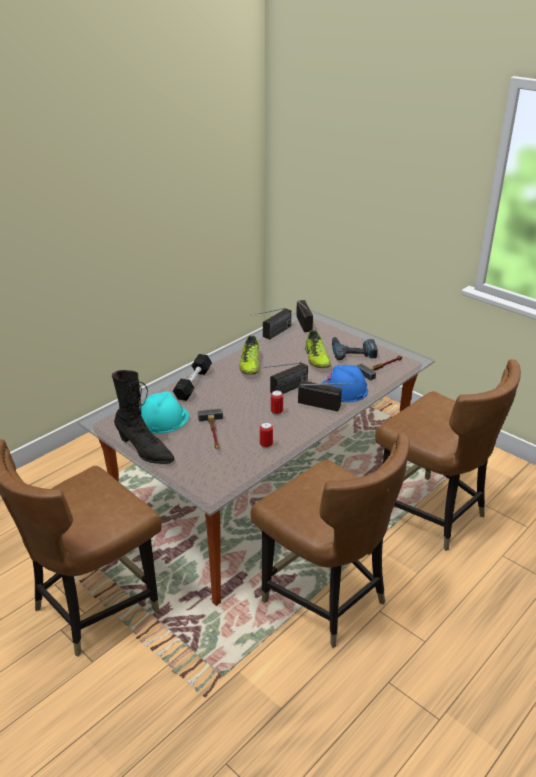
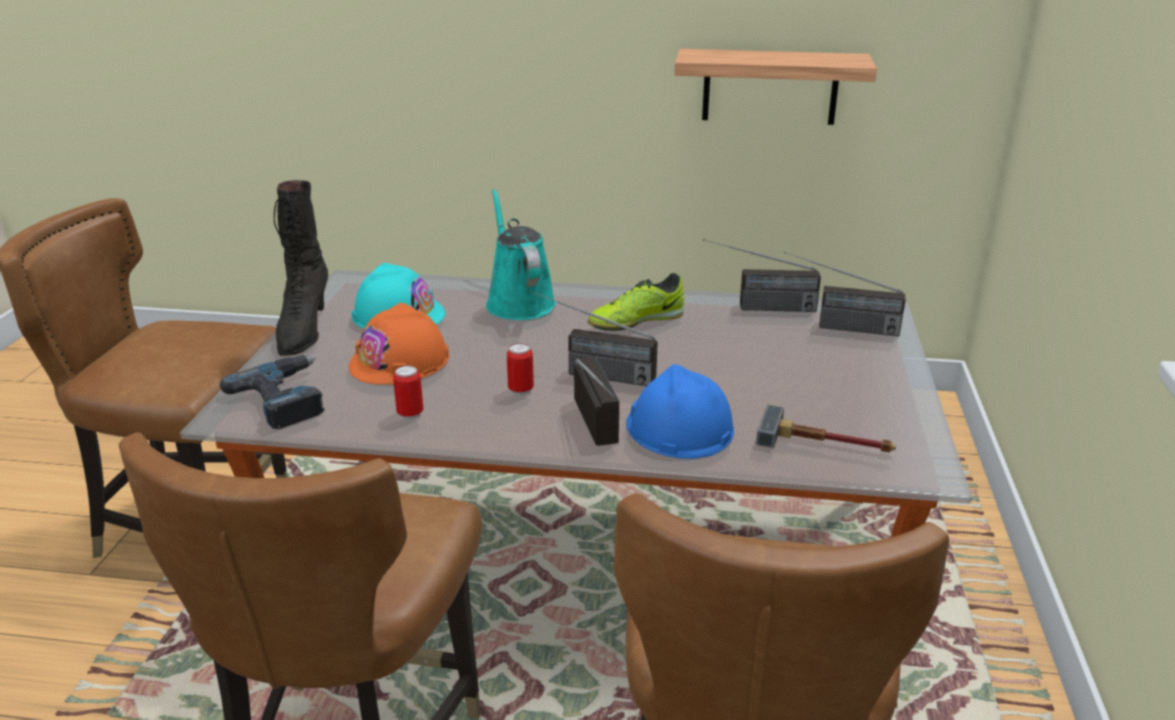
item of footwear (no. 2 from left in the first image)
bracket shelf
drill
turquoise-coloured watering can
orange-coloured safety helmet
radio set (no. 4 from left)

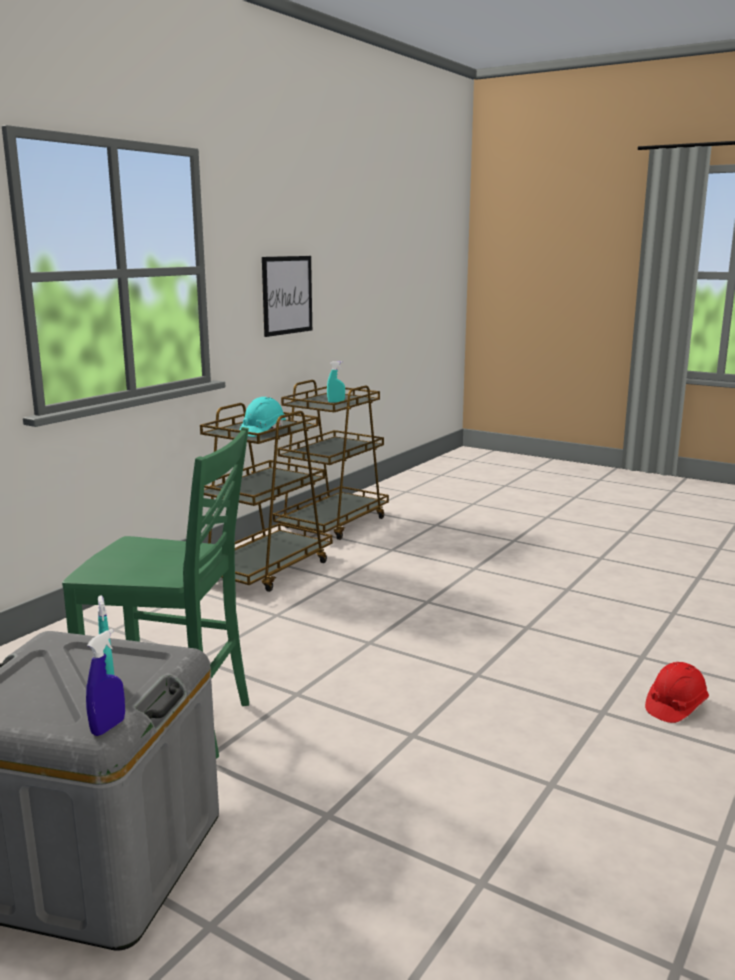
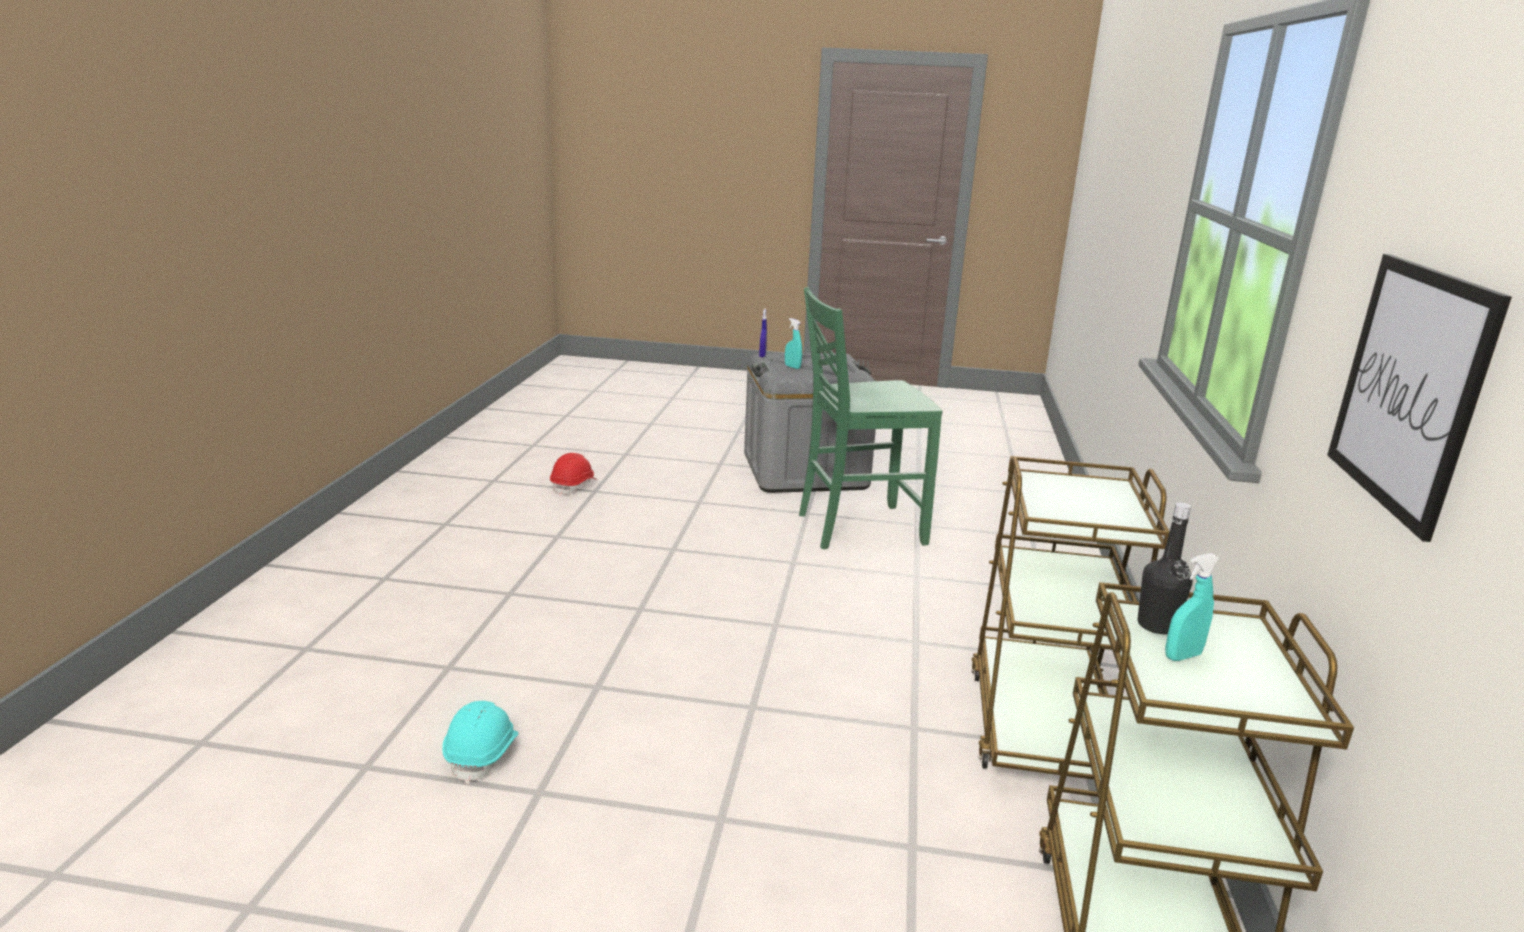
blackish bottle
turquoise-coloured safety helmet
red-coloured safety helmet

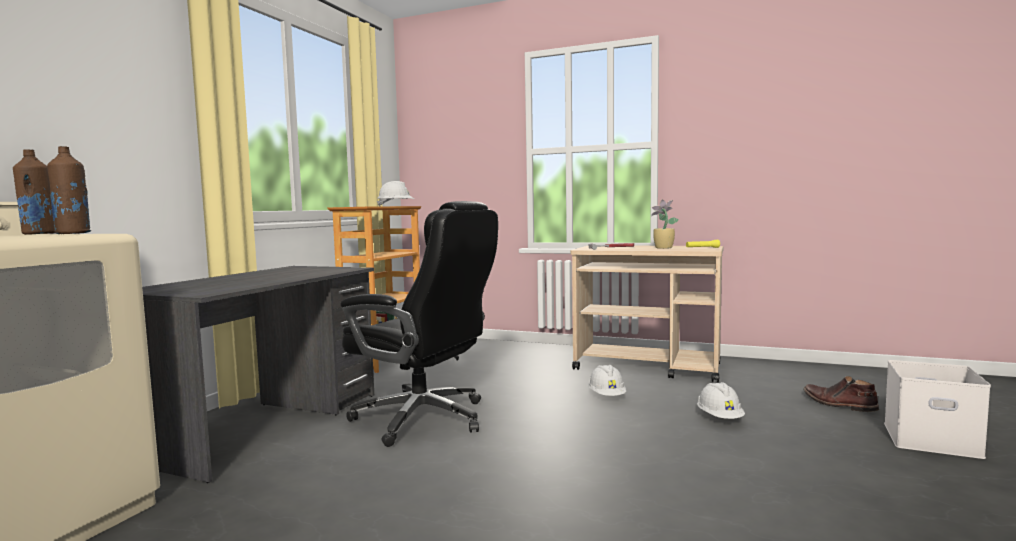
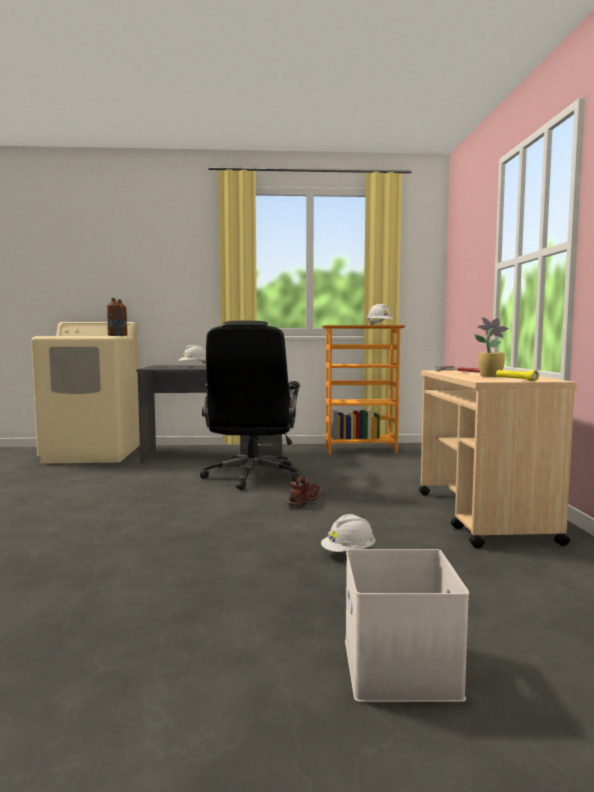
white-coloured safety helmet (no. 1 from left)
brown-coloured boot

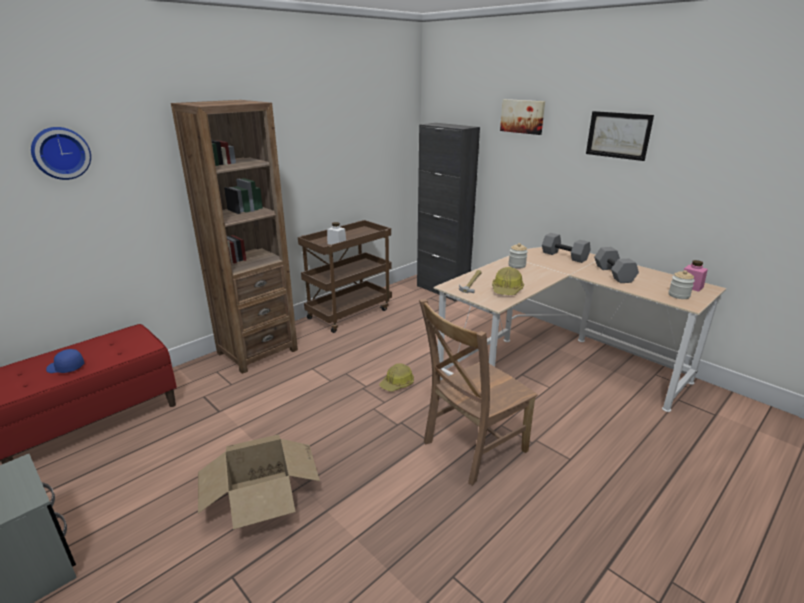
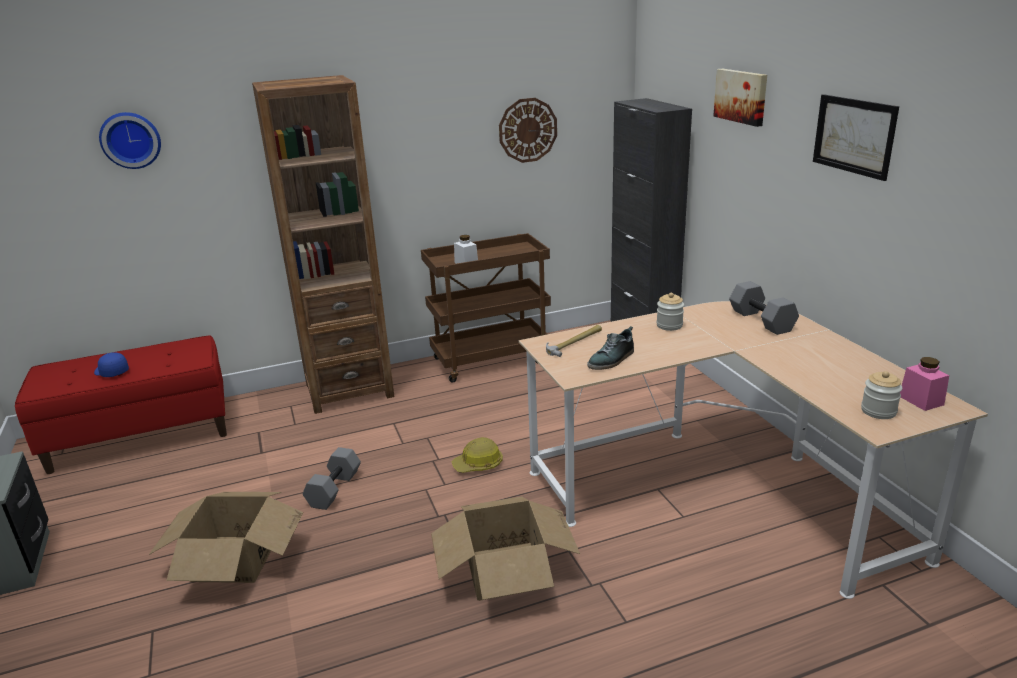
wall clock (no. 2 from left)
grey free weight (no. 1 from left)
packing box (no. 2 from left)
item of footwear

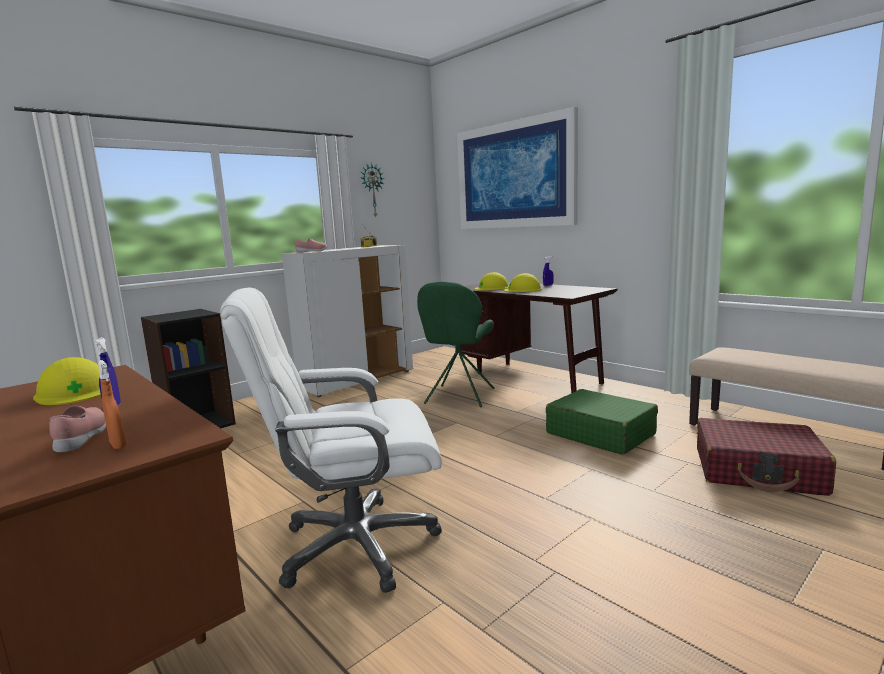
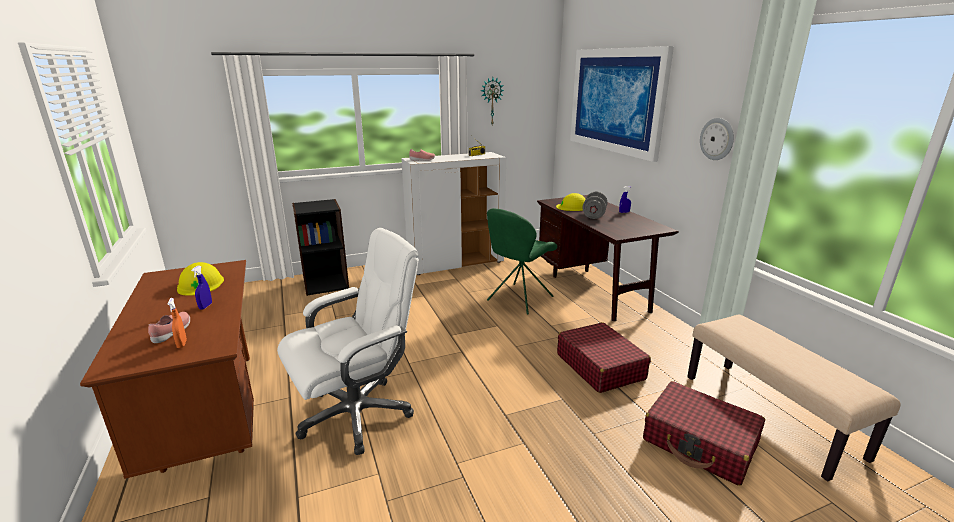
wall clock (no. 2 from left)
grey free weight
red-coloured travel case (no. 1 from left)
white-coloured office chair

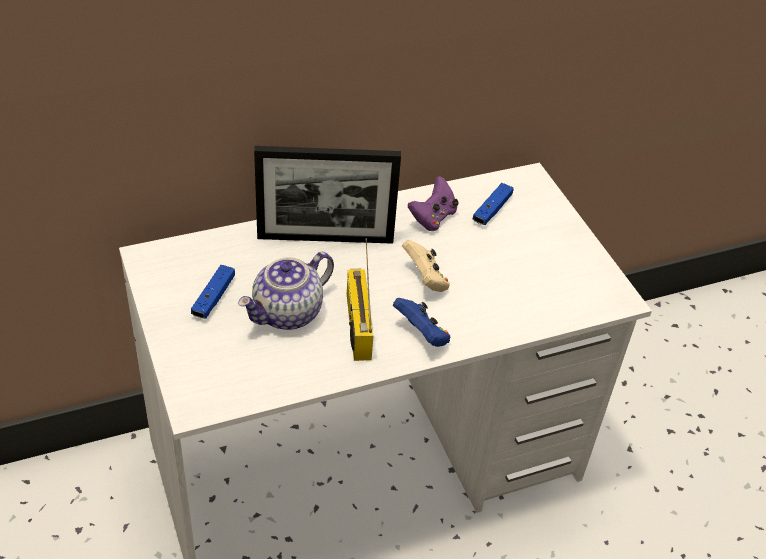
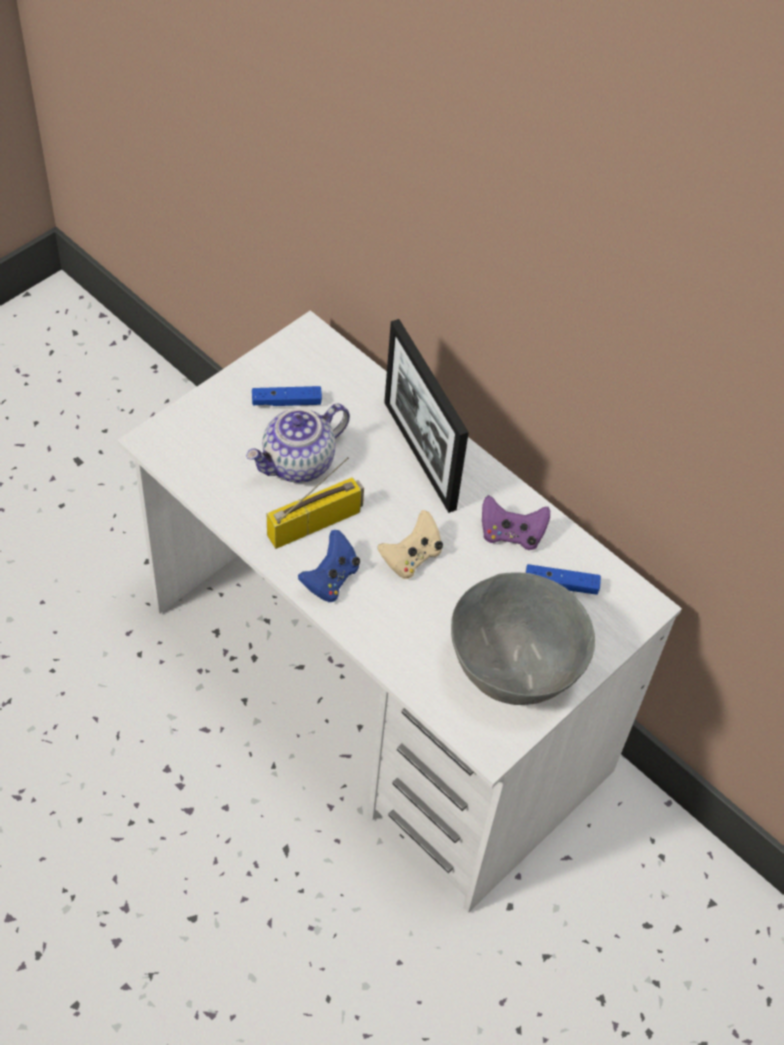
grey serving bowl
tea pot

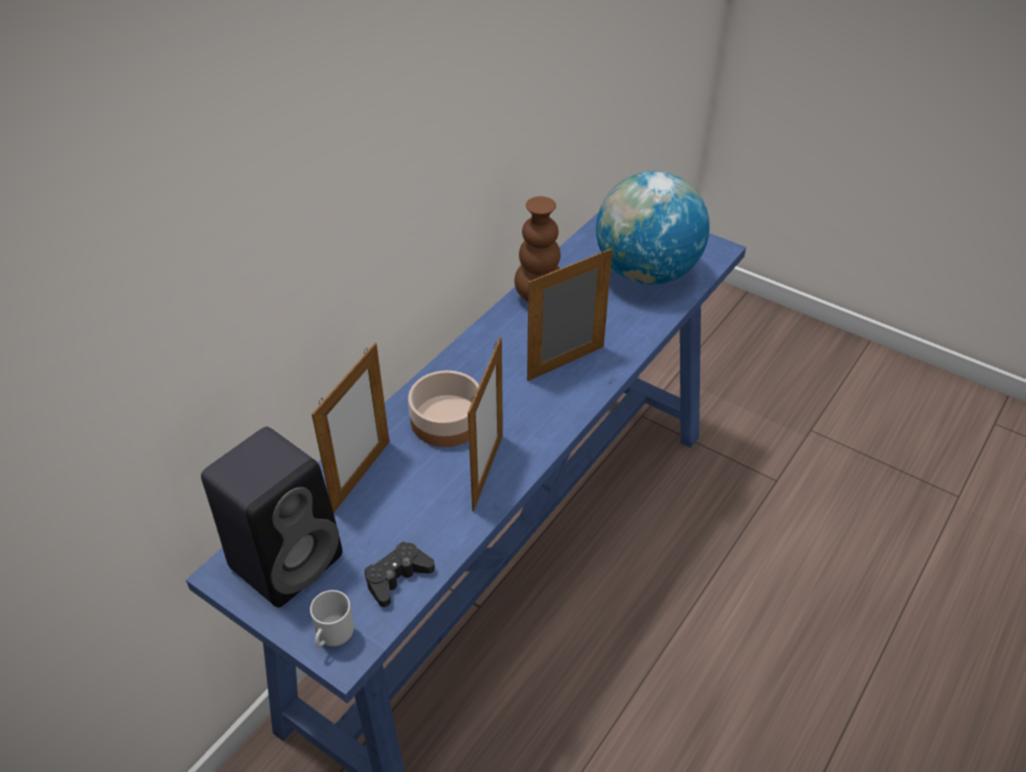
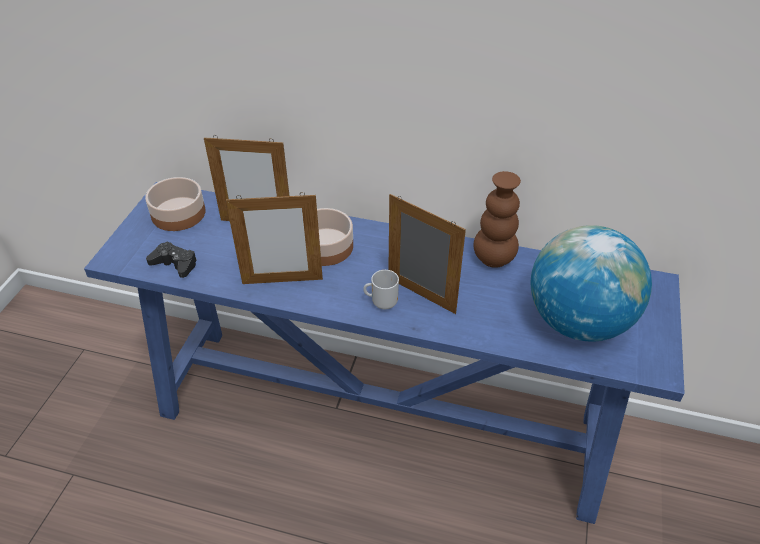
coffee mug
serving bowl (no. 1 from left)

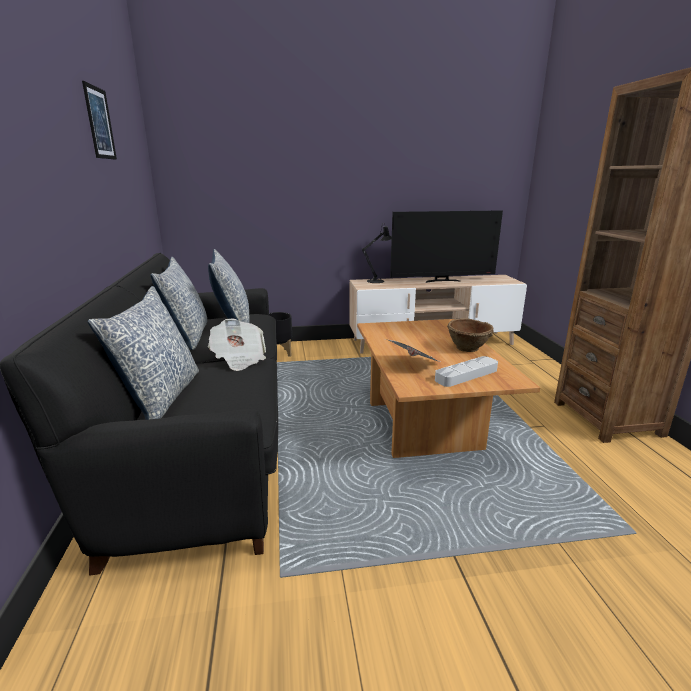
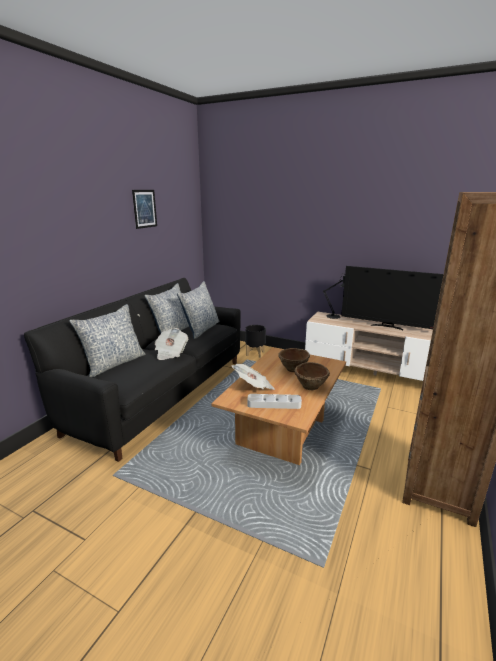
brown-coloured serving bowl (no. 1 from left)

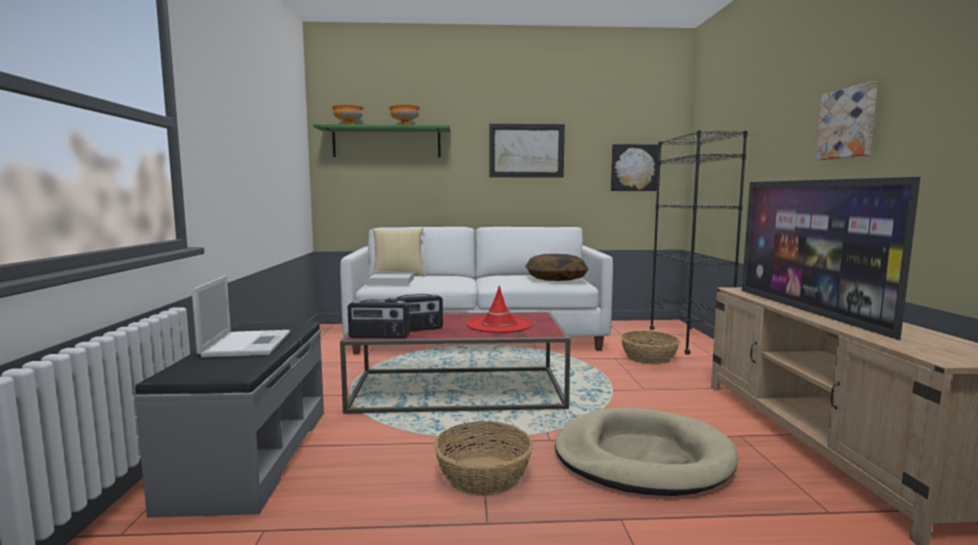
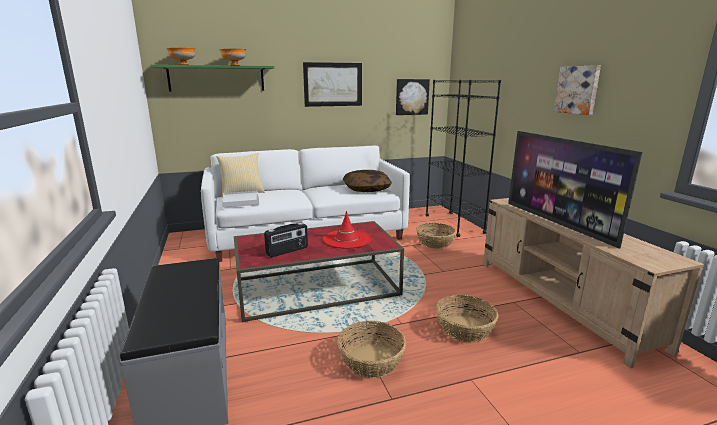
portable computer
radio set (no. 1 from left in the first image)
basket (no. 3 from left)

